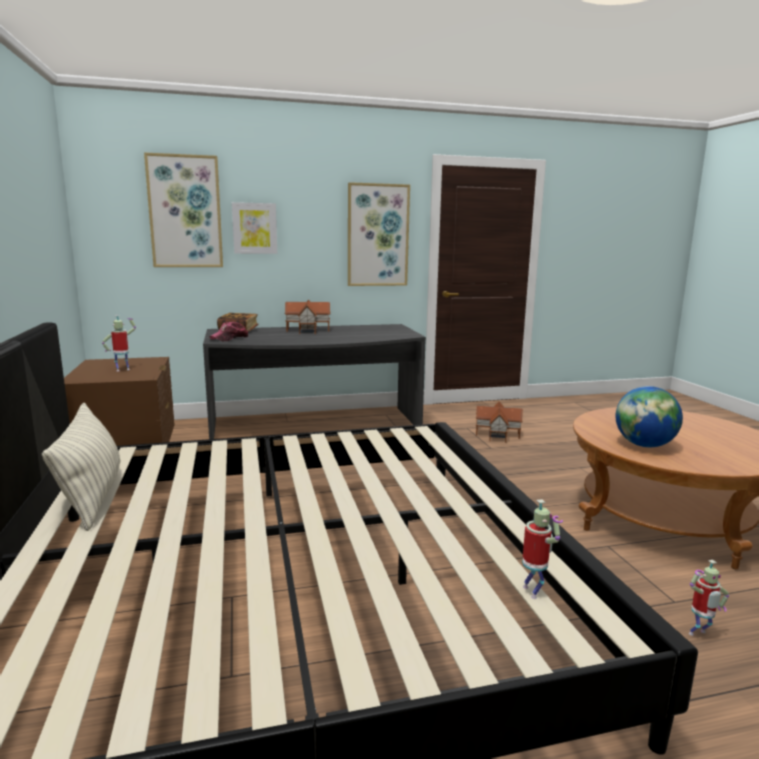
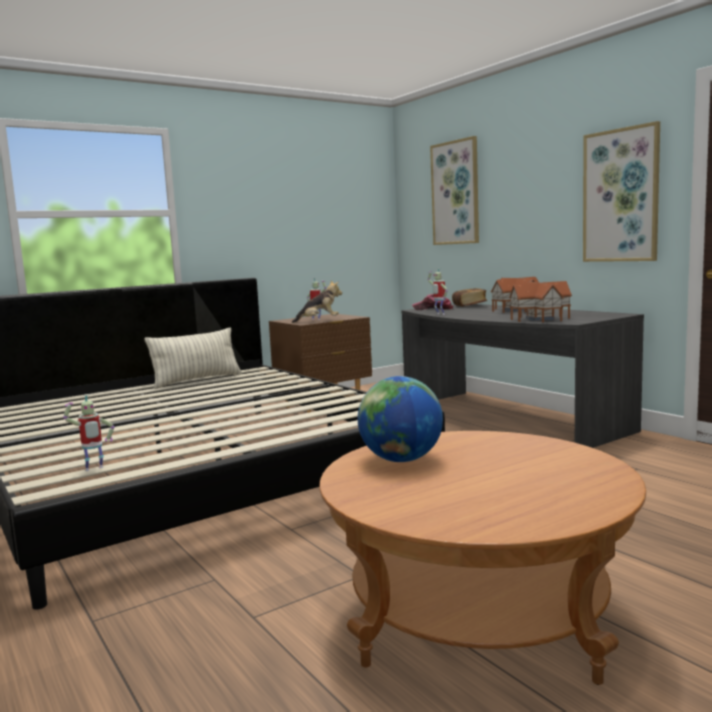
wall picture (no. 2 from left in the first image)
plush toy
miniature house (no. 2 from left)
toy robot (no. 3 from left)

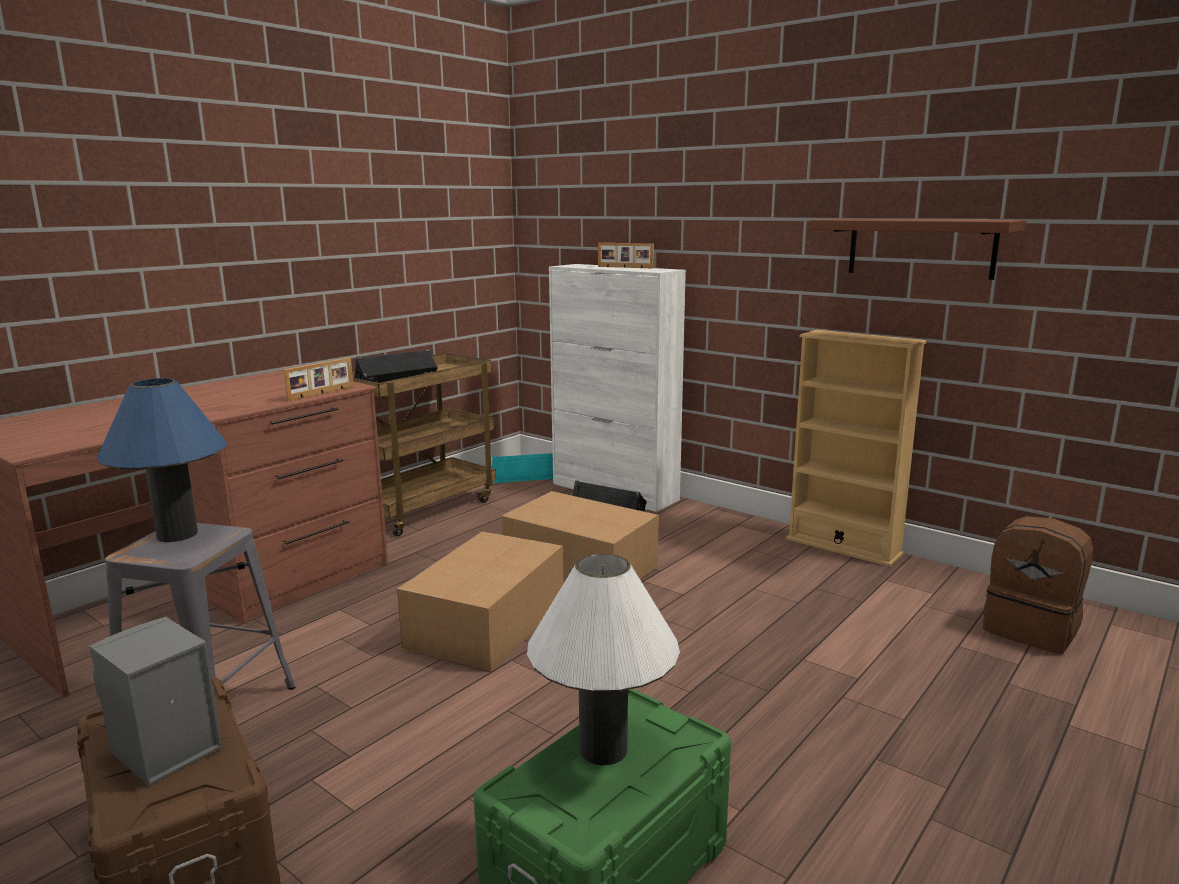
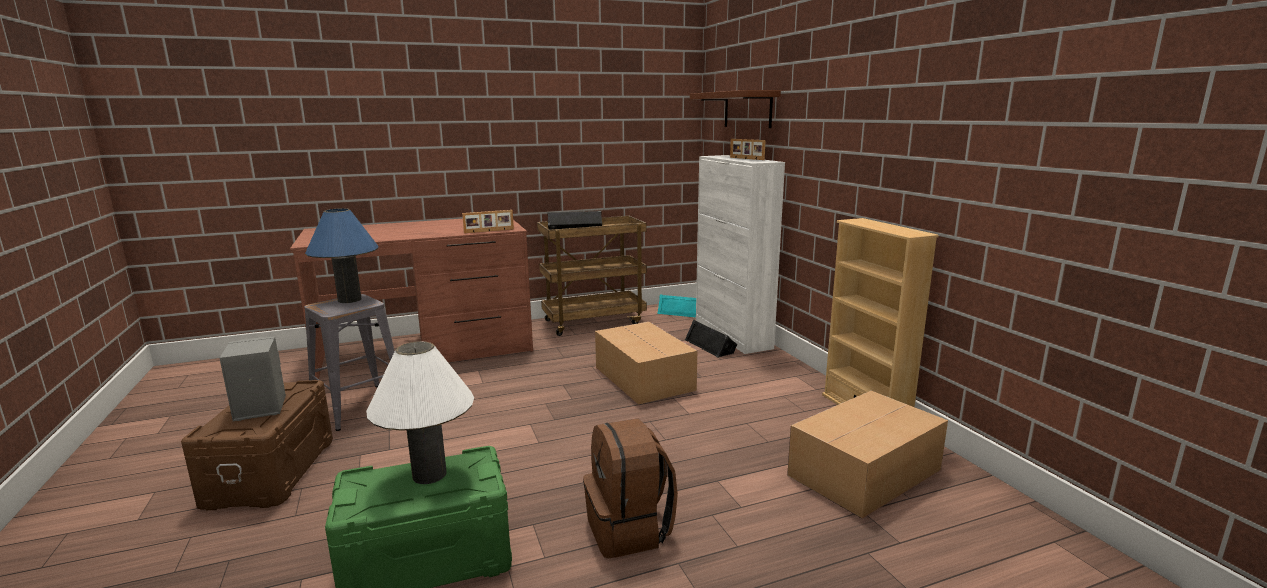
packing box (no. 2 from left)
brown-coloured bracket shelf
brown-coloured rucksack

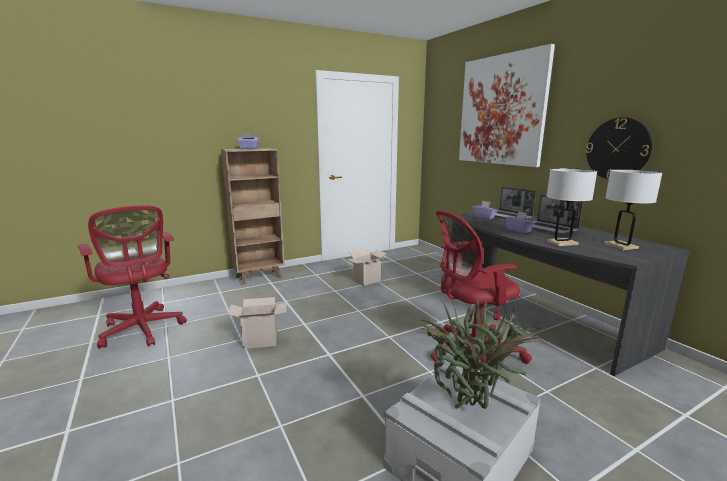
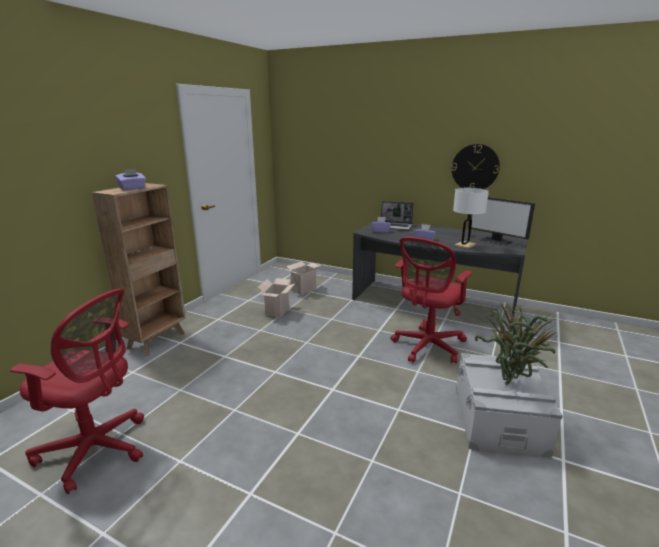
wall picture
portable computer (no. 2 from left in the first image)
packing box (no. 2 from left)
computer display

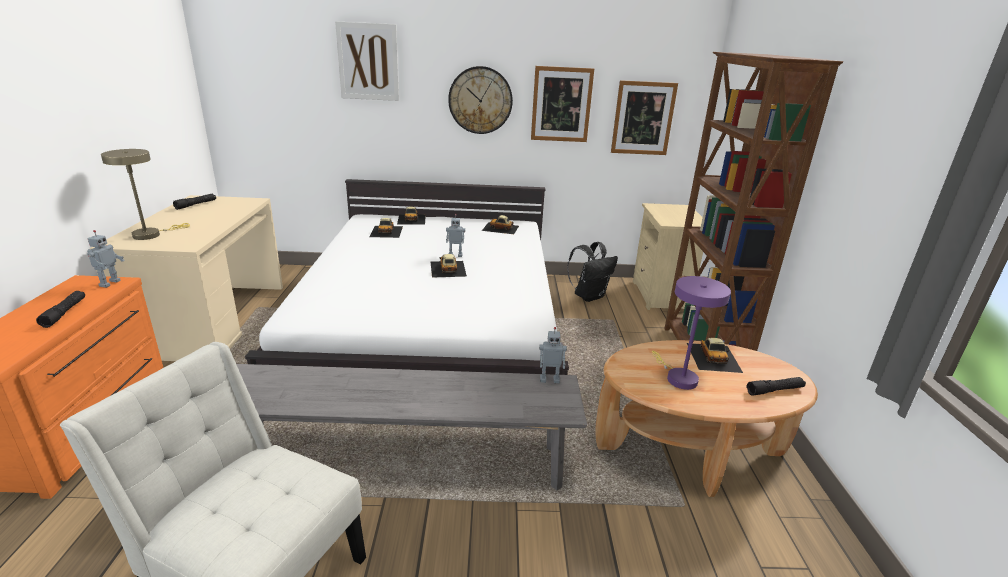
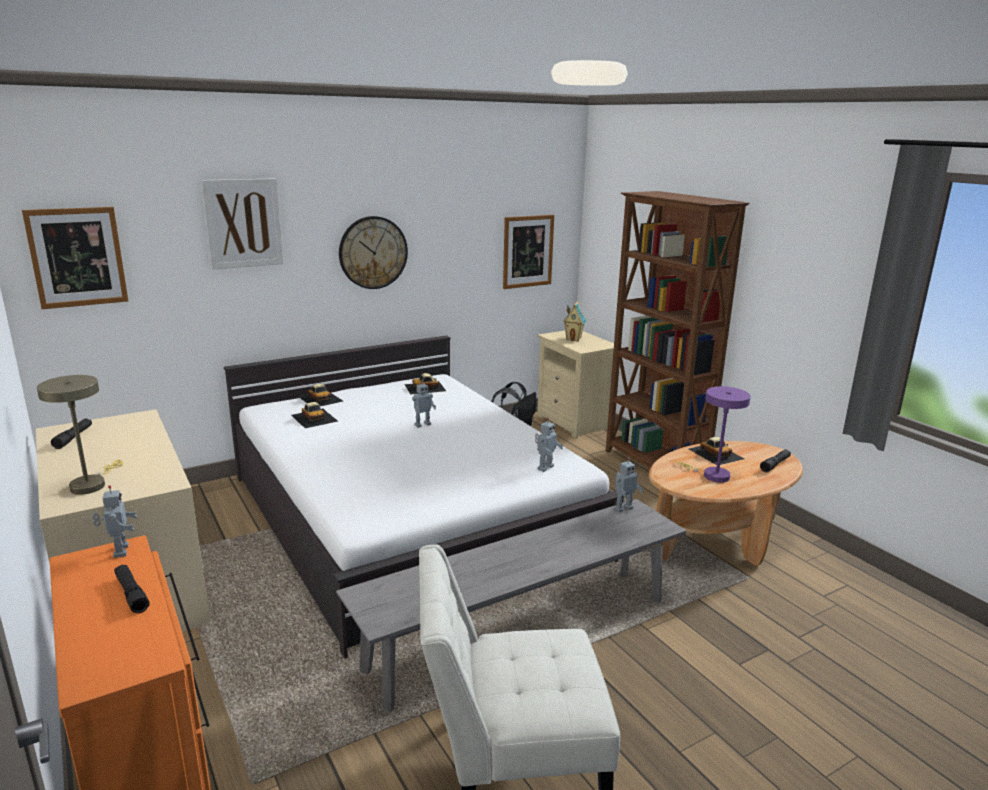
miniature car (no. 3 from left in the first image)
toy robot (no. 3 from left)
miniature house
wall picture (no. 1 from left)

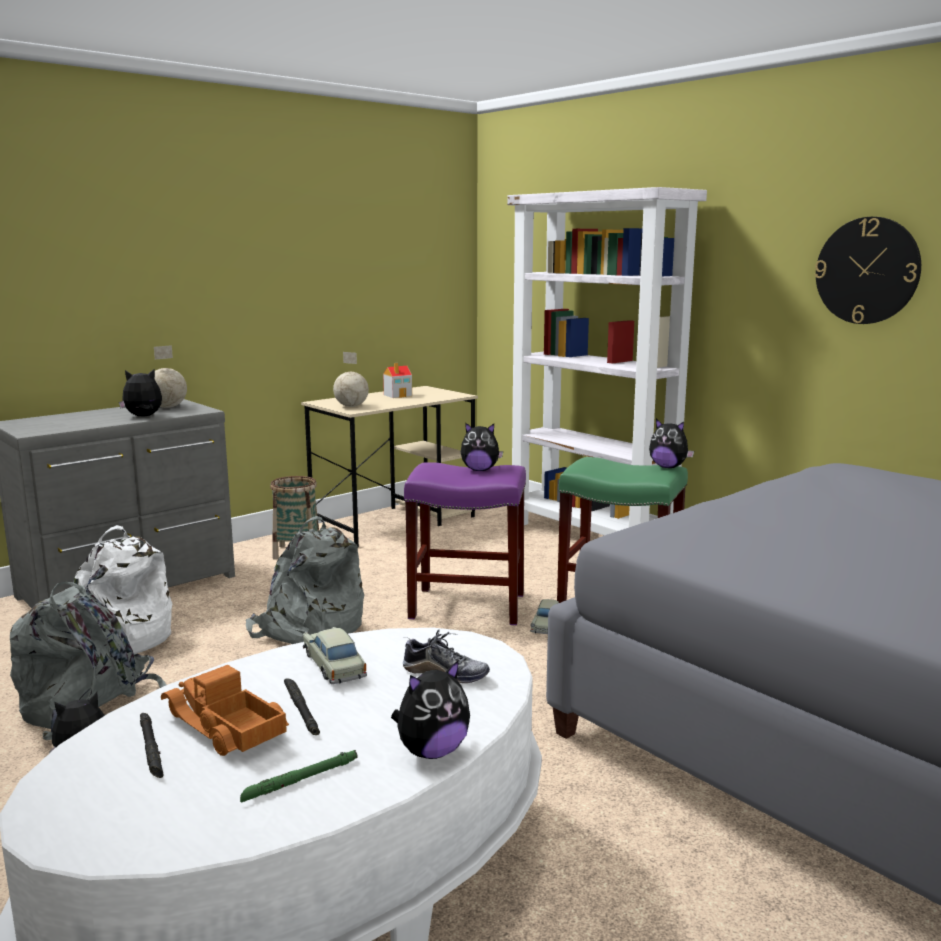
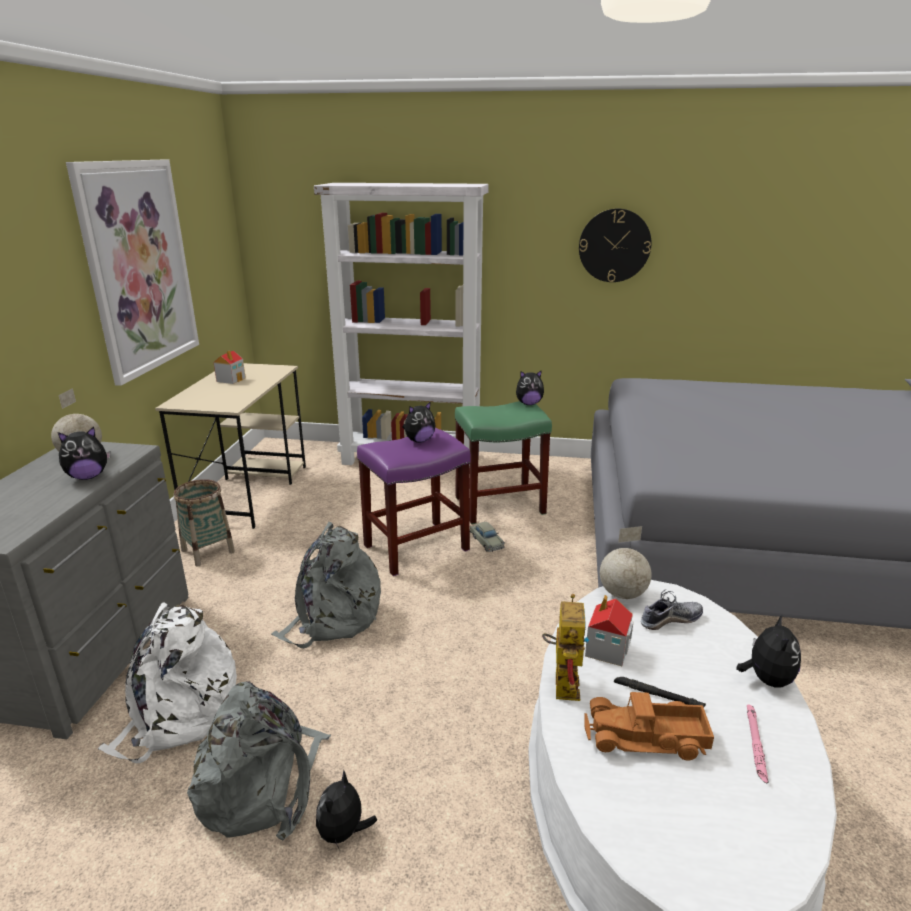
blackish torch (no. 1 from left in the first image)
wall picture
toy robot
globe (no. 2 from left)
miniature house (no. 2 from left)
pink-coloured torch
plush toy (no. 1 from left)

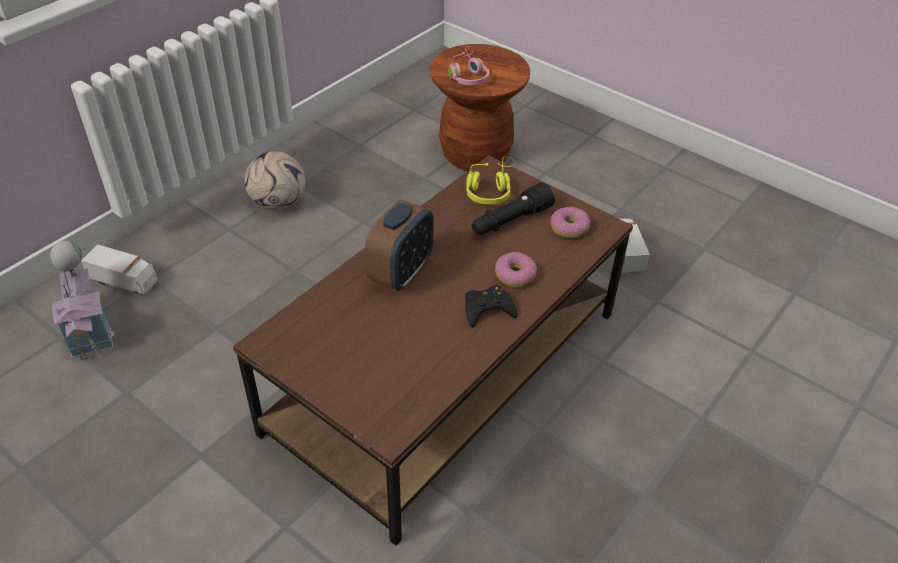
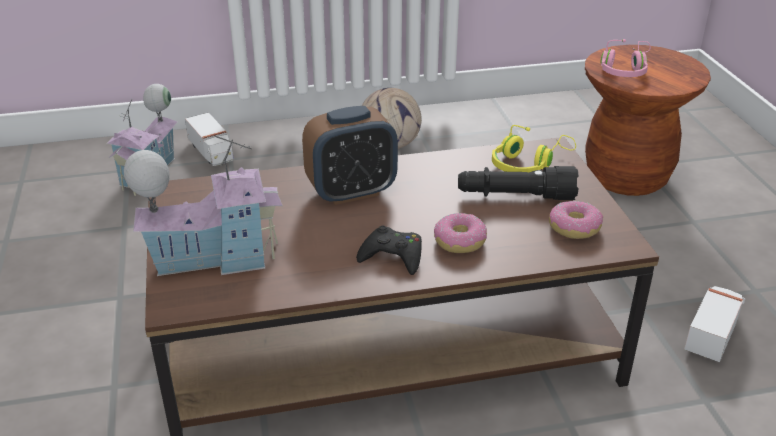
miniature house (no. 2 from left)

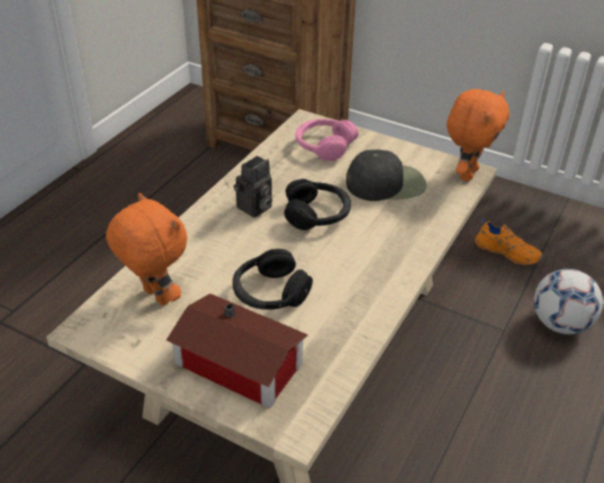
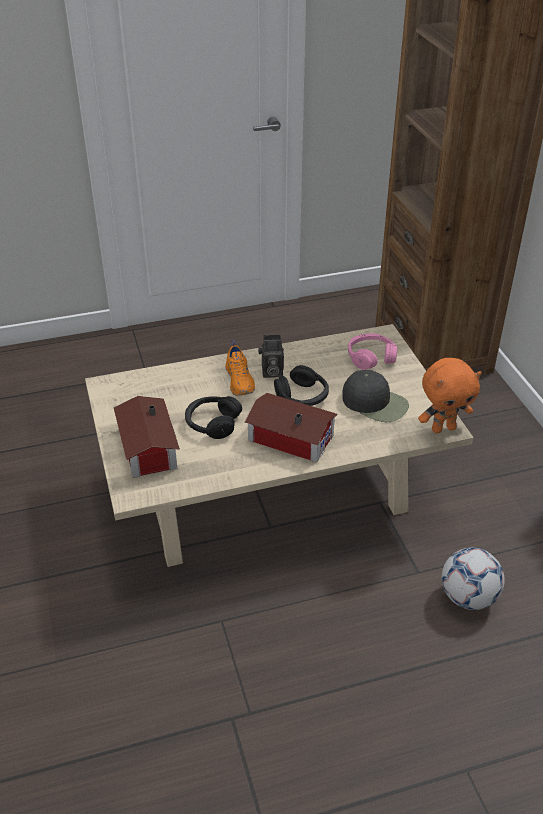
orange-coloured plush toy (no. 1 from left in the first image)
miniature house (no. 2 from left)
orange-coloured item of footwear

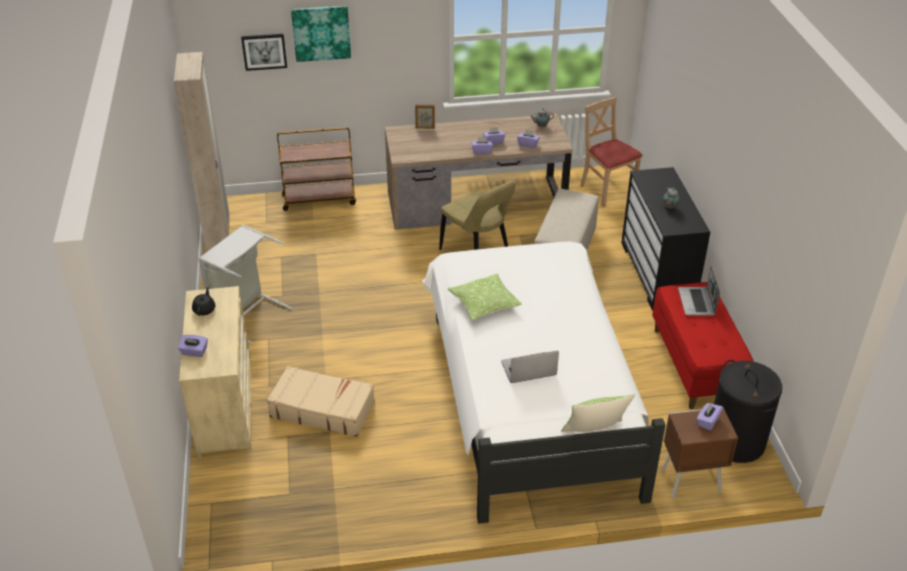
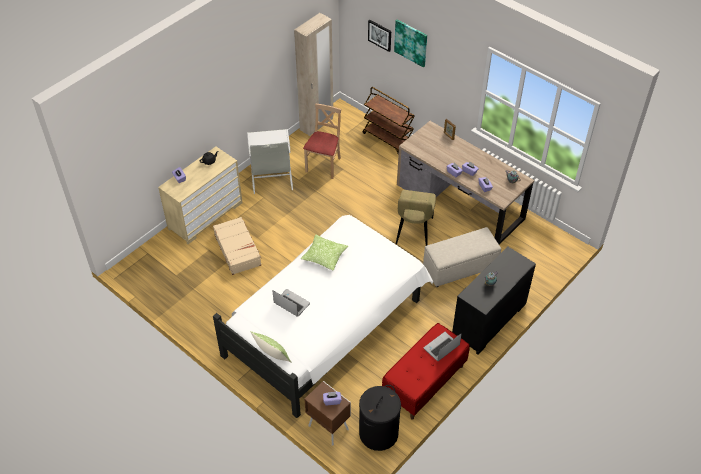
beige chair (no. 1 from left)

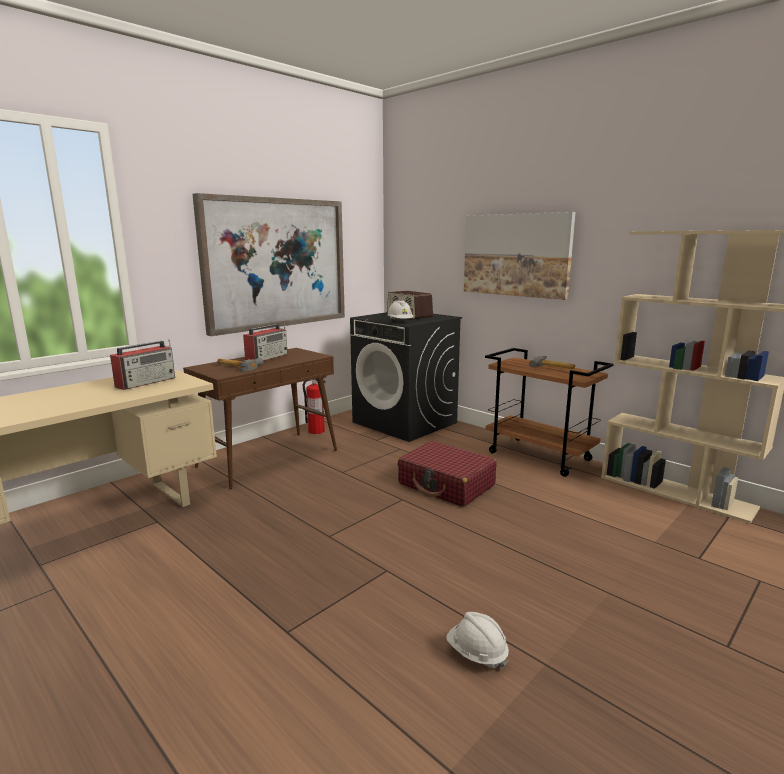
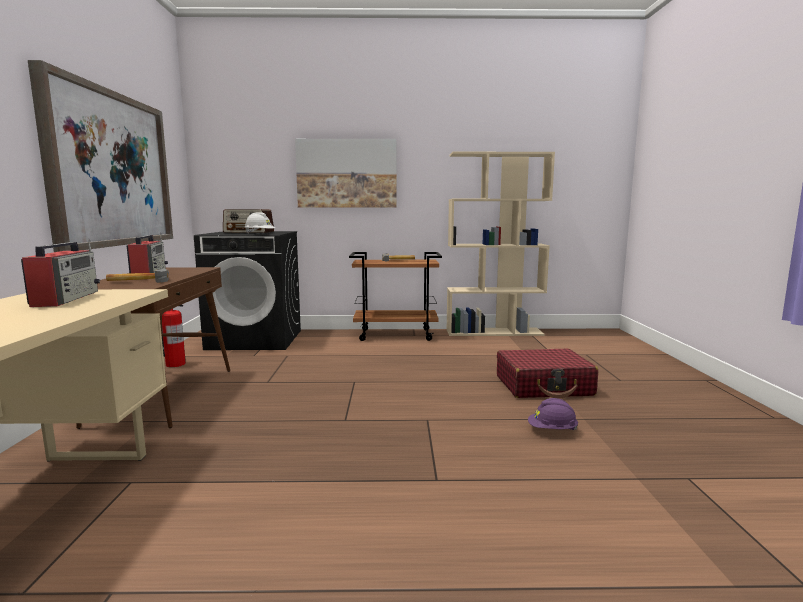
red-coloured travel case
purple-coloured safety helmet

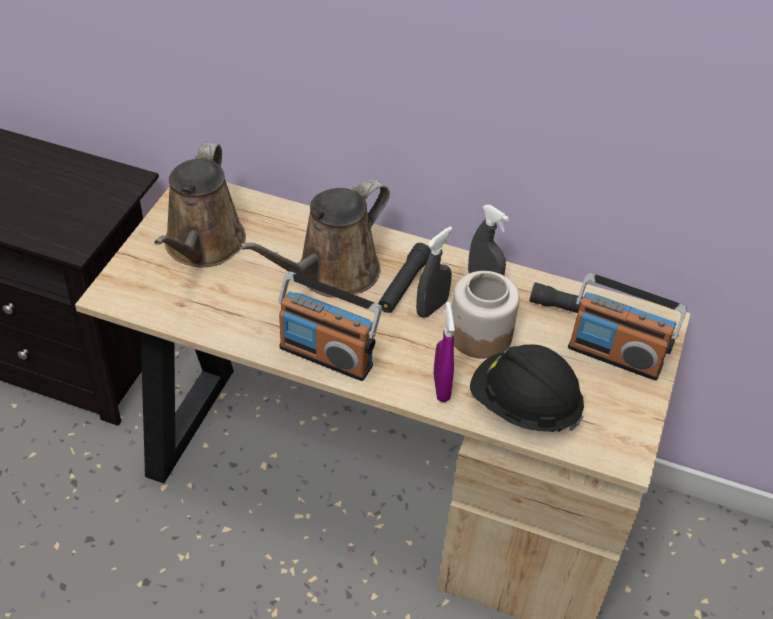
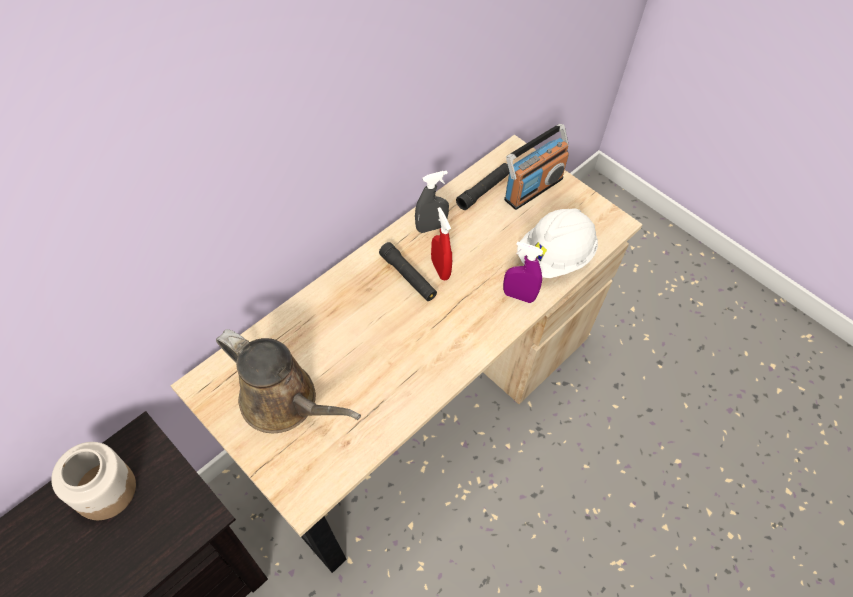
brown-coloured watering can (no. 2 from left in the first image)
radio set (no. 1 from left in the first image)
jar
red-coloured hand sprayer
white-coloured safety helmet

